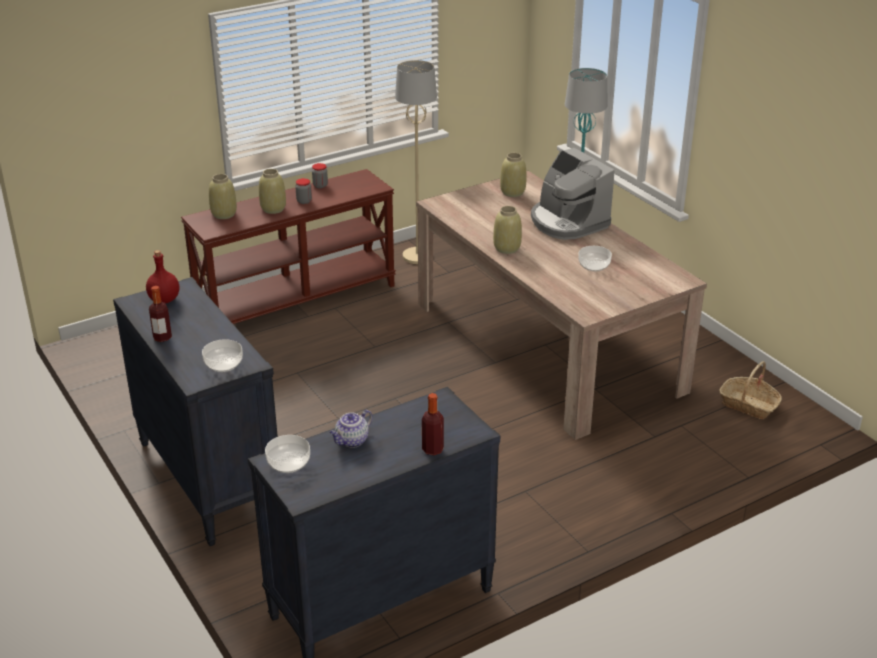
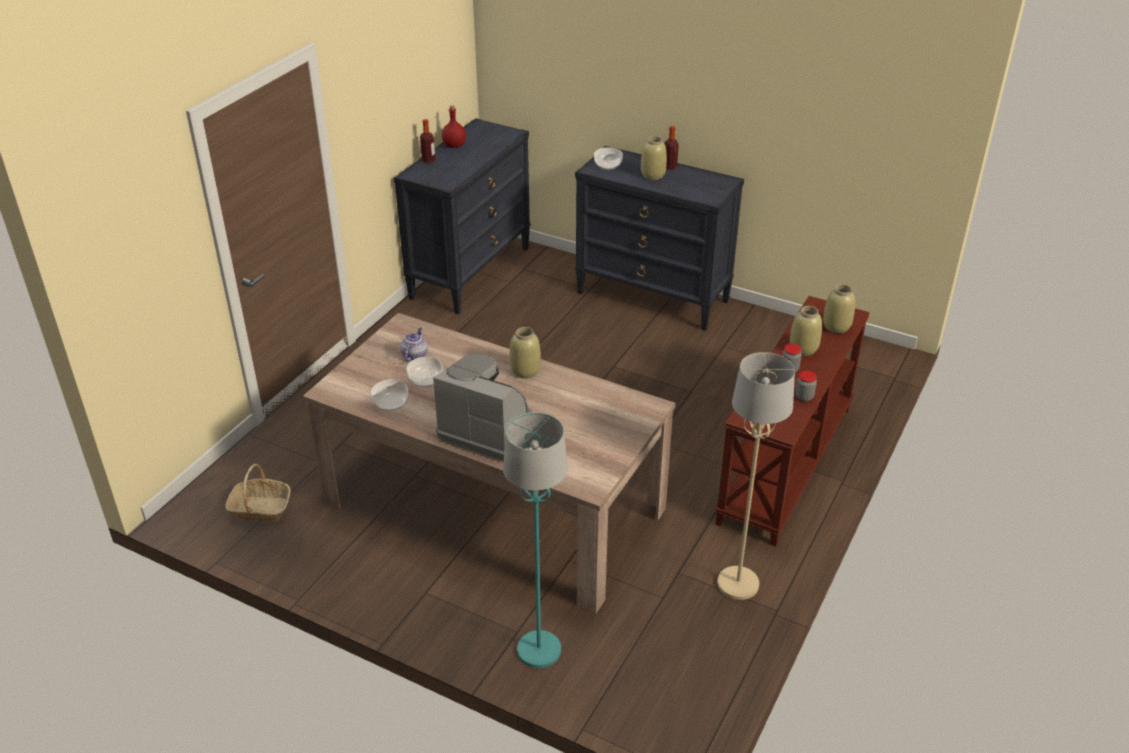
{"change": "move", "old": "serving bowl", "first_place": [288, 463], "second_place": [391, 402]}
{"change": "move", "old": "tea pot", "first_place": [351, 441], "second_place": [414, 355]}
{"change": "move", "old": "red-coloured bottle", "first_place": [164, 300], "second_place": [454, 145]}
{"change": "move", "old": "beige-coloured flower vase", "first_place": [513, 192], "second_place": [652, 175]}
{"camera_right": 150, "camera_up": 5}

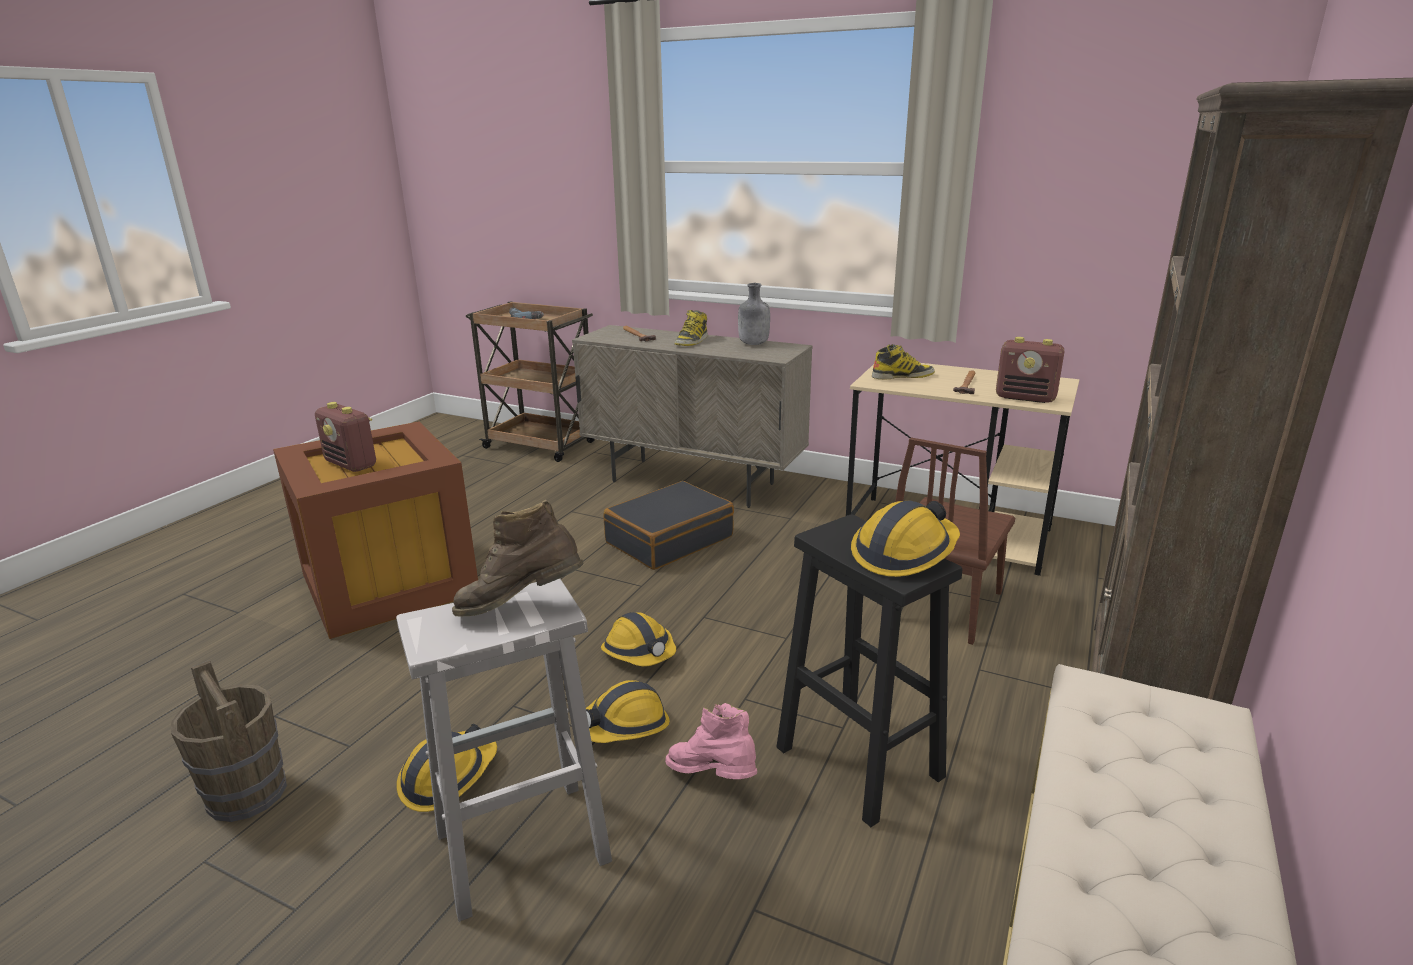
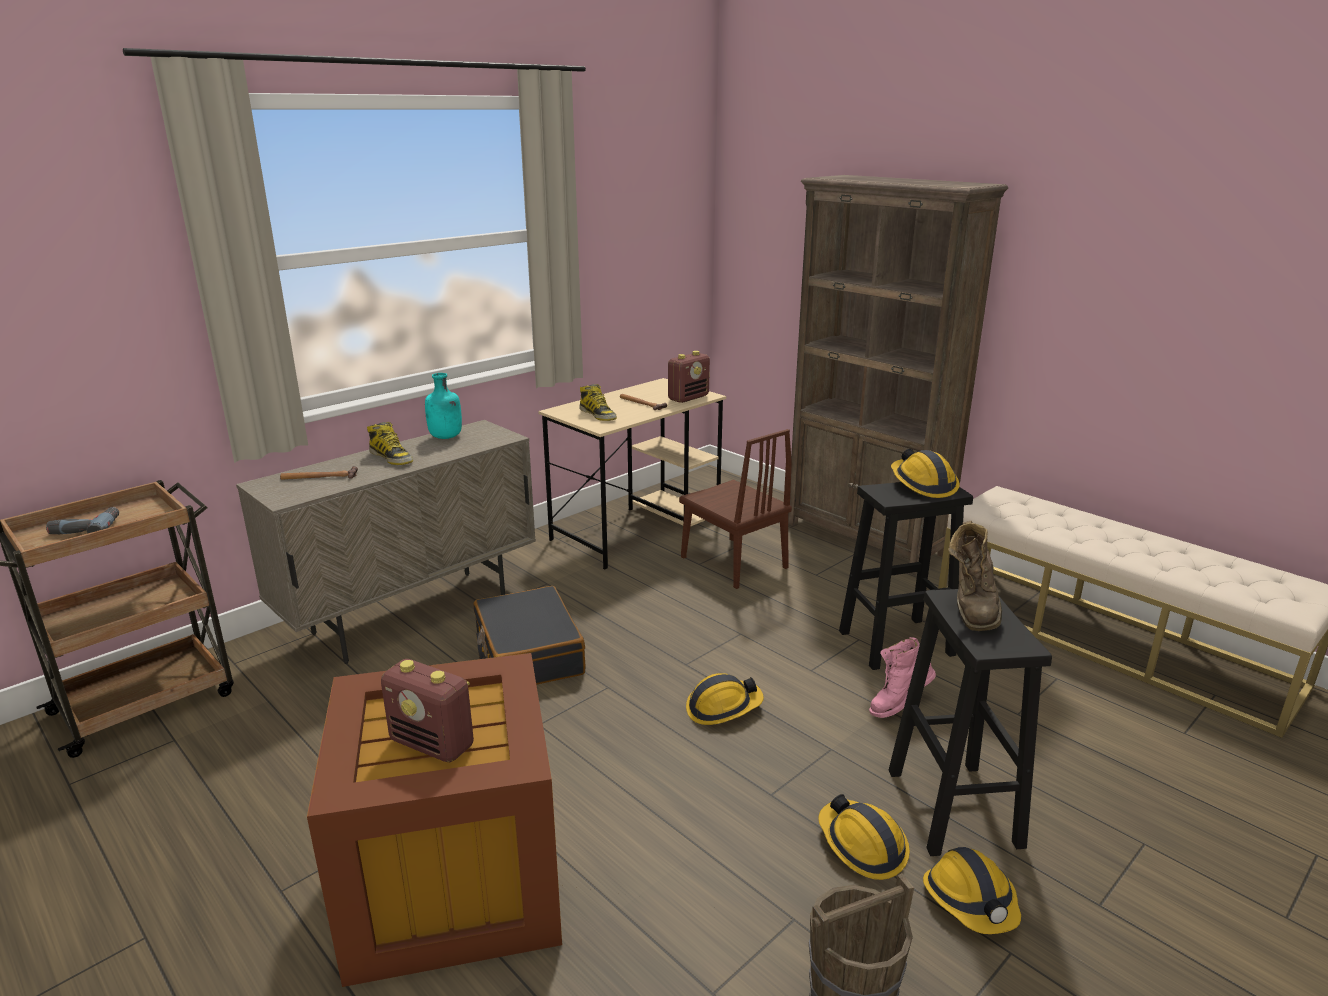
{"change": "rotate", "old": "radio receiver", "first_place": [351, 464], "second_place": [433, 744], "degrees": 60}
{"change": "recolor", "old": "grey bottle", "new": "turquoise-coloured bottle", "first_place": [753, 344], "second_place": [446, 437]}
{"change": "rotate", "old": "high-top boot", "first_place": [902, 376], "second_place": [598, 415], "degrees": 135}
{"change": "recolor", "old": "whitish stool", "new": "black-coloured stool", "first_place": [519, 848], "second_place": [955, 809]}
{"change": "move", "old": "safety helmet", "first_place": [625, 726], "second_place": [970, 901]}
{"camera_right": -70, "camera_up": 0}

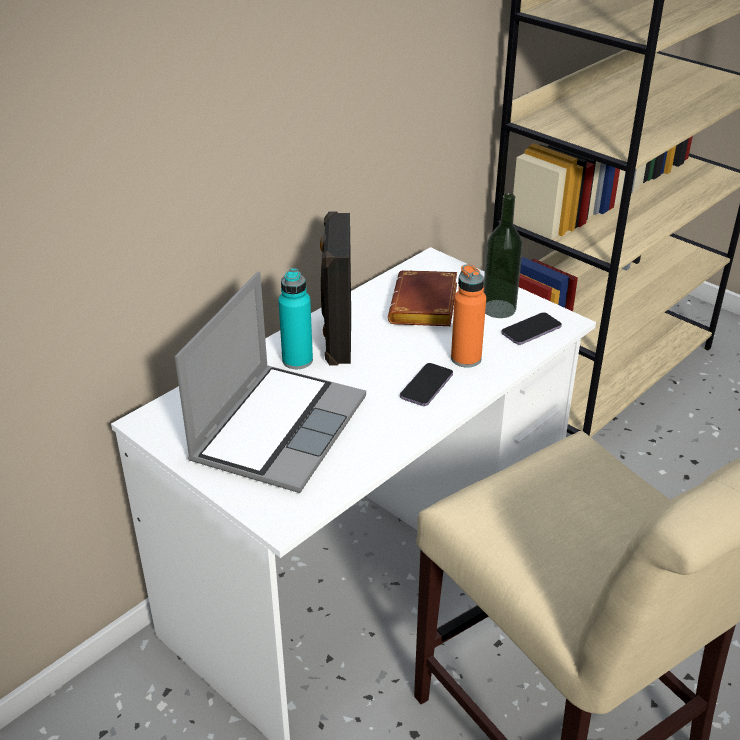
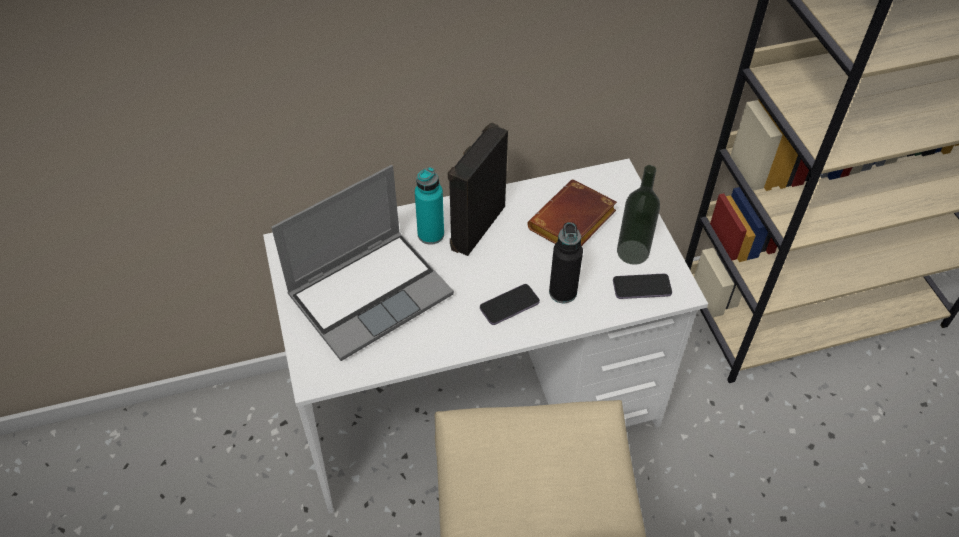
{"change": "recolor", "old": "orangey bottle", "new": "black-coloured bottle", "first_place": [466, 358], "second_place": [562, 292]}
{"camera_right": 30, "camera_up": 15}

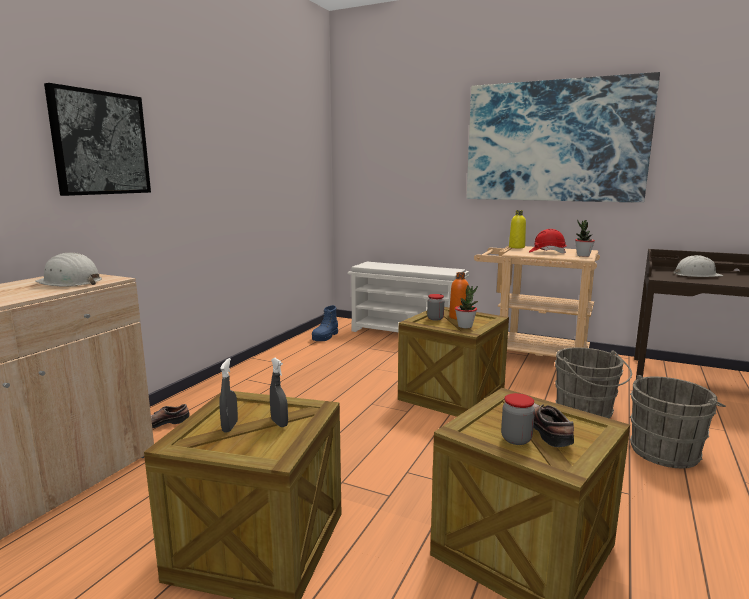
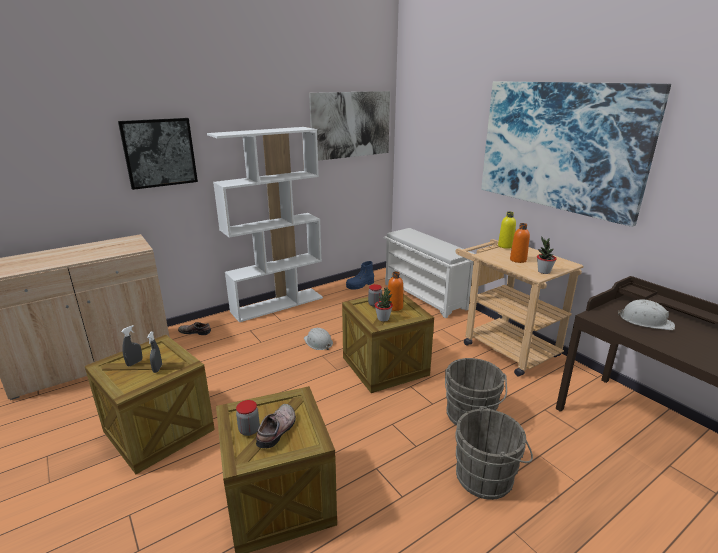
{"change": "insert", "new": "whitish bookshelf", "second_place": [278, 304]}
{"change": "move", "old": "whitish safety helmet", "first_place": [70, 282], "second_place": [318, 342]}
{"change": "insert", "new": "wall picture", "second_place": [351, 125]}
{"change": "replace", "old": "red-coloured safety helmet", "new": "orangey bottle", "first_place": [547, 253], "second_place": [518, 260]}
{"camera_right": 30, "camera_up": 10}

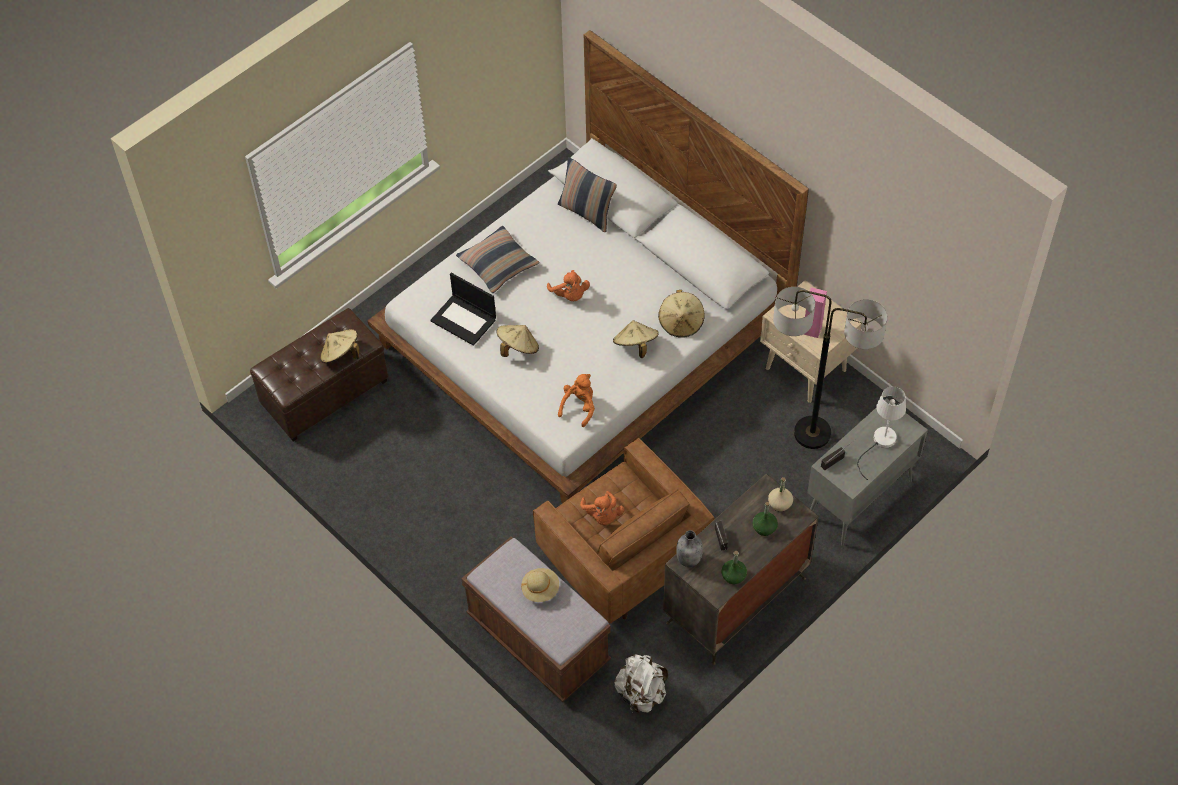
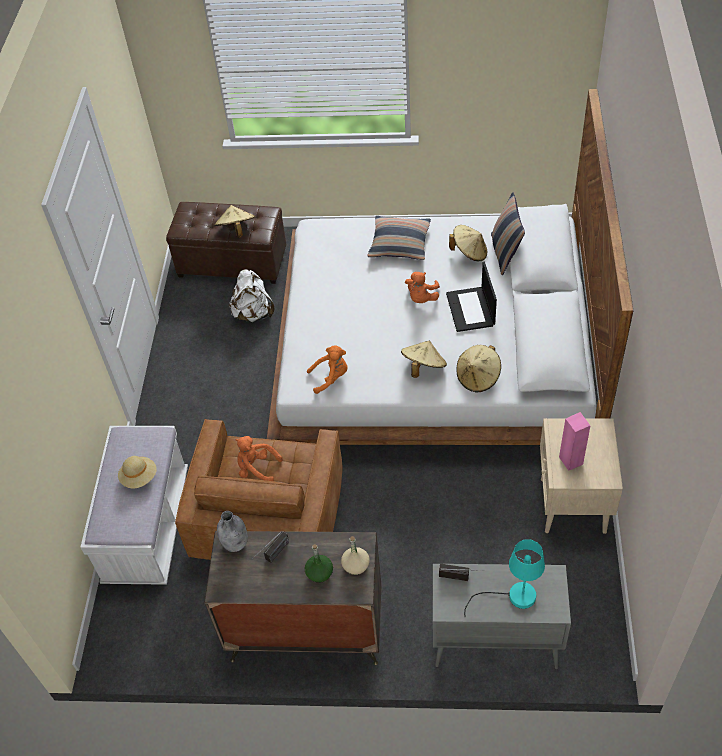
{"change": "recolor", "old": "brown bench", "new": "whitish bench", "first_place": [538, 640], "second_place": [147, 527]}
{"change": "move", "old": "whitish backpack", "first_place": [641, 693], "second_place": [253, 313]}
{"change": "rotate", "old": "orangey cuddly toy", "first_place": [602, 515], "second_place": [257, 469], "degrees": 75}
{"change": "move", "old": "portable computer", "first_place": [464, 320], "second_place": [471, 310]}
{"change": "move", "old": "beige-coloured clothing hat", "first_place": [518, 348], "second_place": [469, 253]}
{"change": "recolor", "old": "whitish table lamp", "new": "turquoise-coloured table lamp", "first_place": [880, 443], "second_place": [513, 597]}
{"change": "delete", "old": "green-coloured bottle", "first_place": [733, 576]}
{"change": "delete", "old": "standing lamp", "first_place": [812, 433]}
{"camera_right": 50, "camera_up": -5}

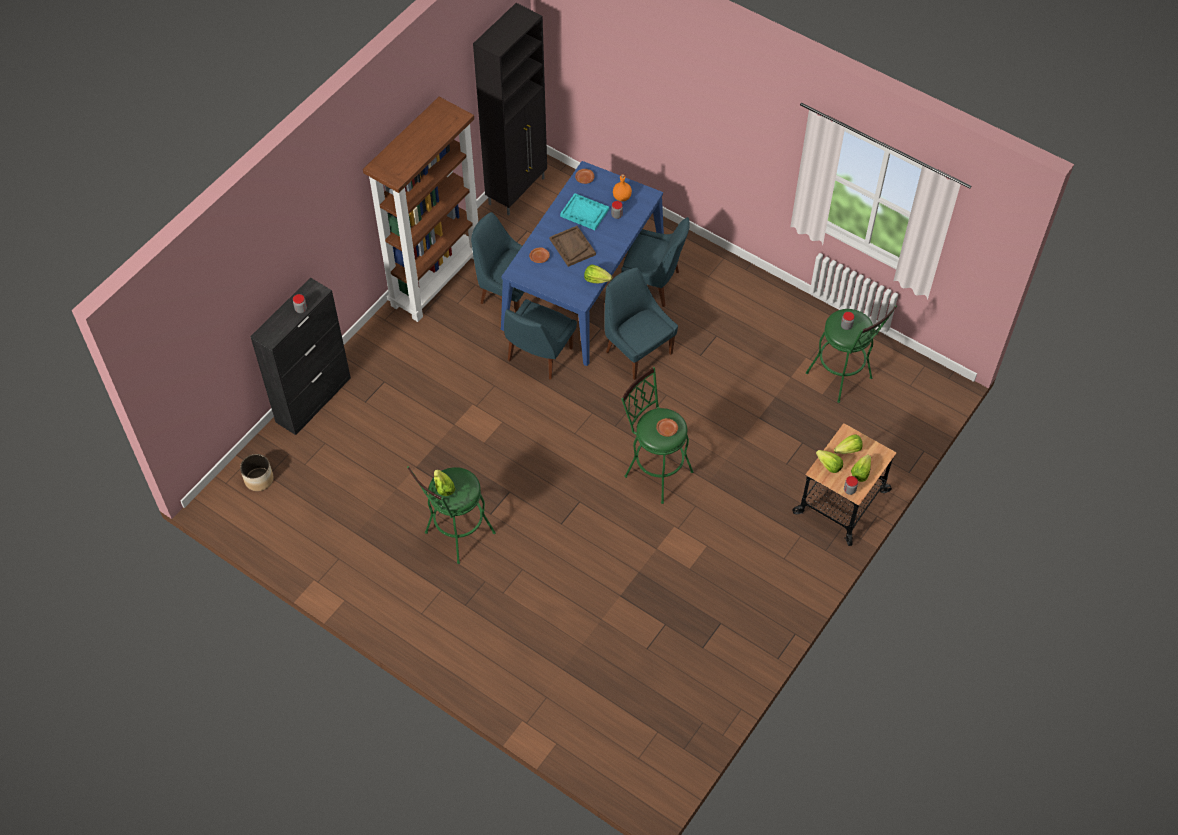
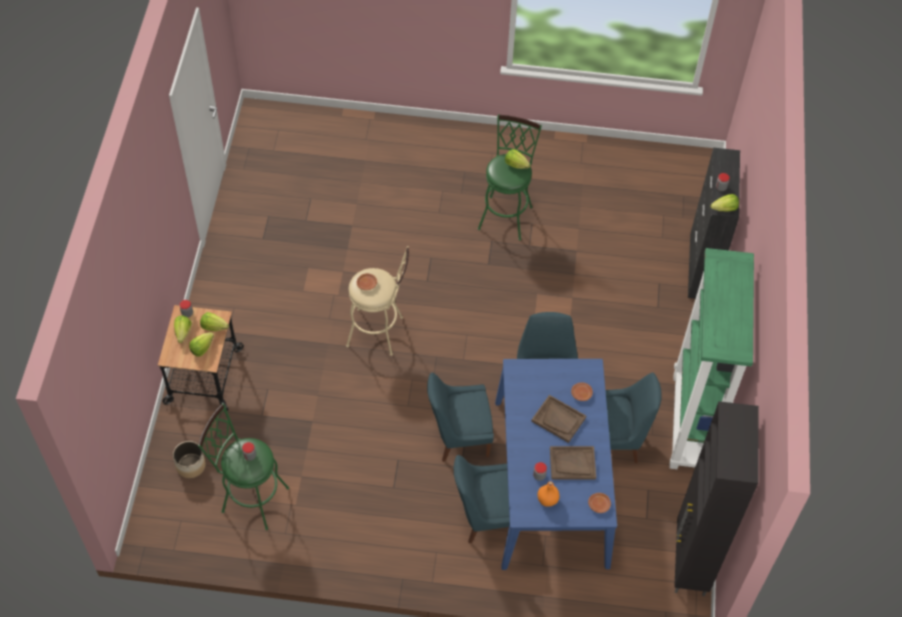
{"change": "move", "old": "flower pot", "first_place": [258, 479], "second_place": [191, 465]}
{"change": "recolor", "old": "green-coloured stool", "new": "beige-coloured stool", "first_place": [654, 470], "second_place": [380, 333]}
{"change": "rotate", "old": "blue-coloured upright chair", "first_place": [637, 351], "second_place": [459, 436], "degrees": 150}
{"change": "recolor", "old": "turquoise-coloured tray", "new": "brown tray", "first_place": [584, 212], "second_place": [572, 463]}
{"change": "recolor", "old": "brown bookshelf", "new": "green-coloured bookshelf", "first_place": [436, 279], "second_place": [690, 423]}
{"change": "move", "old": "head of lettuce", "first_place": [596, 279], "second_place": [724, 209]}
{"camera_right": 150, "camera_up": 0}

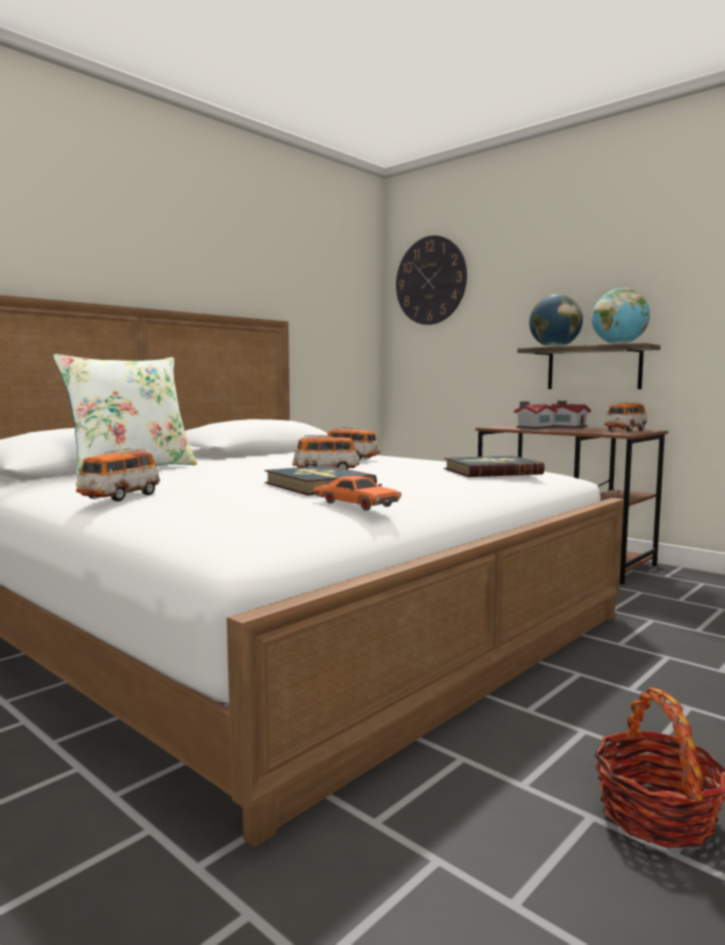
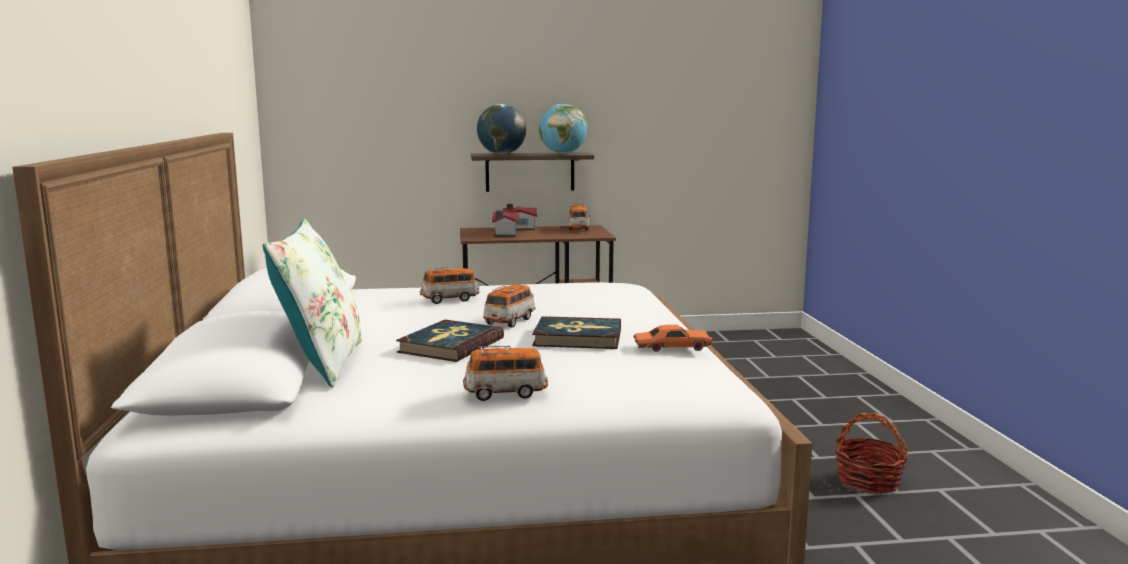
{"change": "move", "old": "book", "first_place": [491, 471], "second_place": [450, 345]}
{"change": "rotate", "old": "miniature car", "first_place": [120, 497], "second_place": [506, 393], "degrees": -75}
{"change": "delete", "old": "clock on the wall", "first_place": [430, 280]}
{"camera_right": -50, "camera_up": 5}

